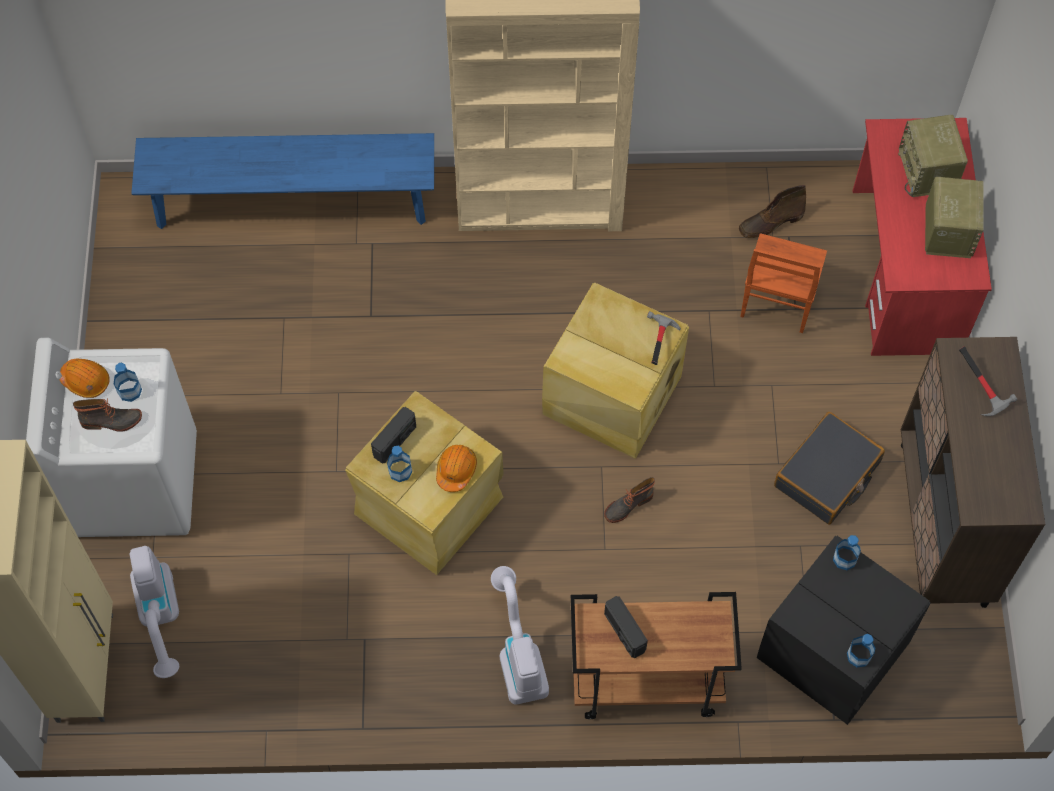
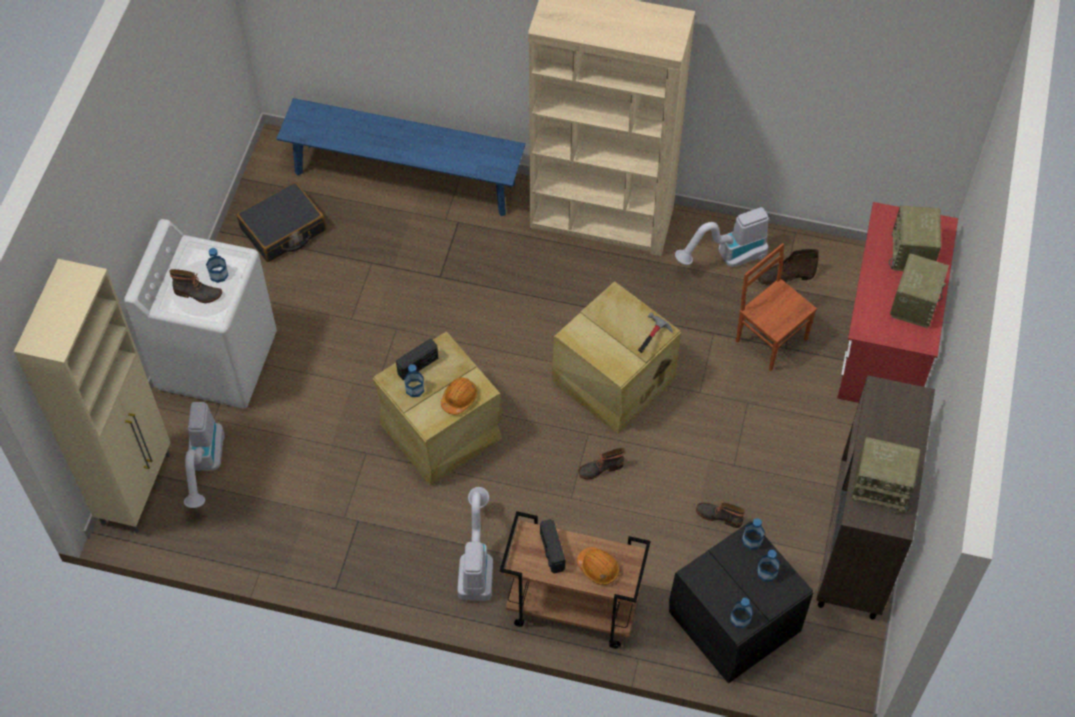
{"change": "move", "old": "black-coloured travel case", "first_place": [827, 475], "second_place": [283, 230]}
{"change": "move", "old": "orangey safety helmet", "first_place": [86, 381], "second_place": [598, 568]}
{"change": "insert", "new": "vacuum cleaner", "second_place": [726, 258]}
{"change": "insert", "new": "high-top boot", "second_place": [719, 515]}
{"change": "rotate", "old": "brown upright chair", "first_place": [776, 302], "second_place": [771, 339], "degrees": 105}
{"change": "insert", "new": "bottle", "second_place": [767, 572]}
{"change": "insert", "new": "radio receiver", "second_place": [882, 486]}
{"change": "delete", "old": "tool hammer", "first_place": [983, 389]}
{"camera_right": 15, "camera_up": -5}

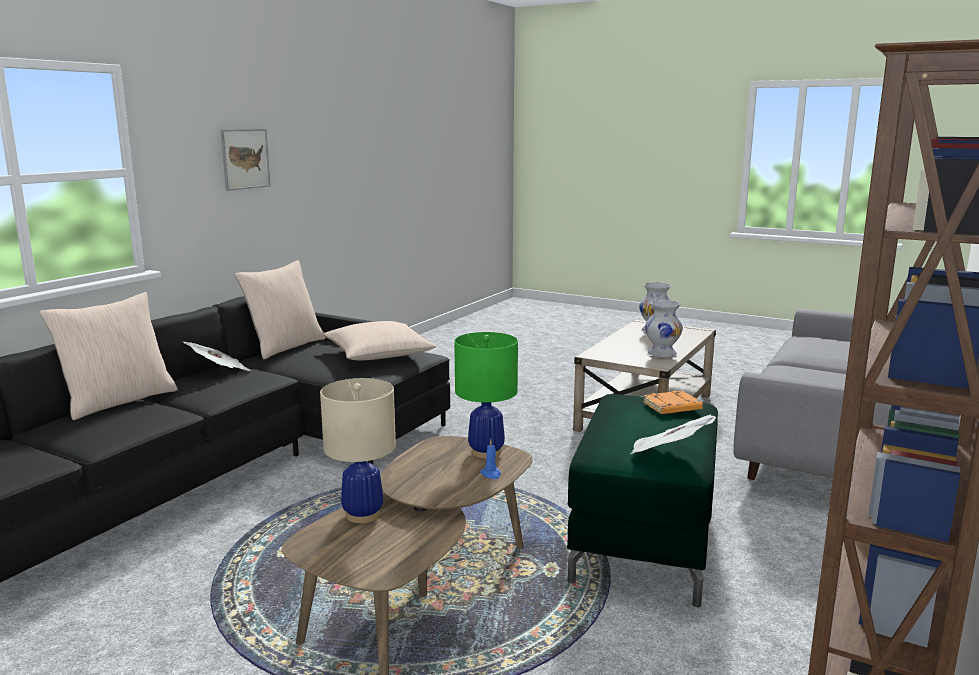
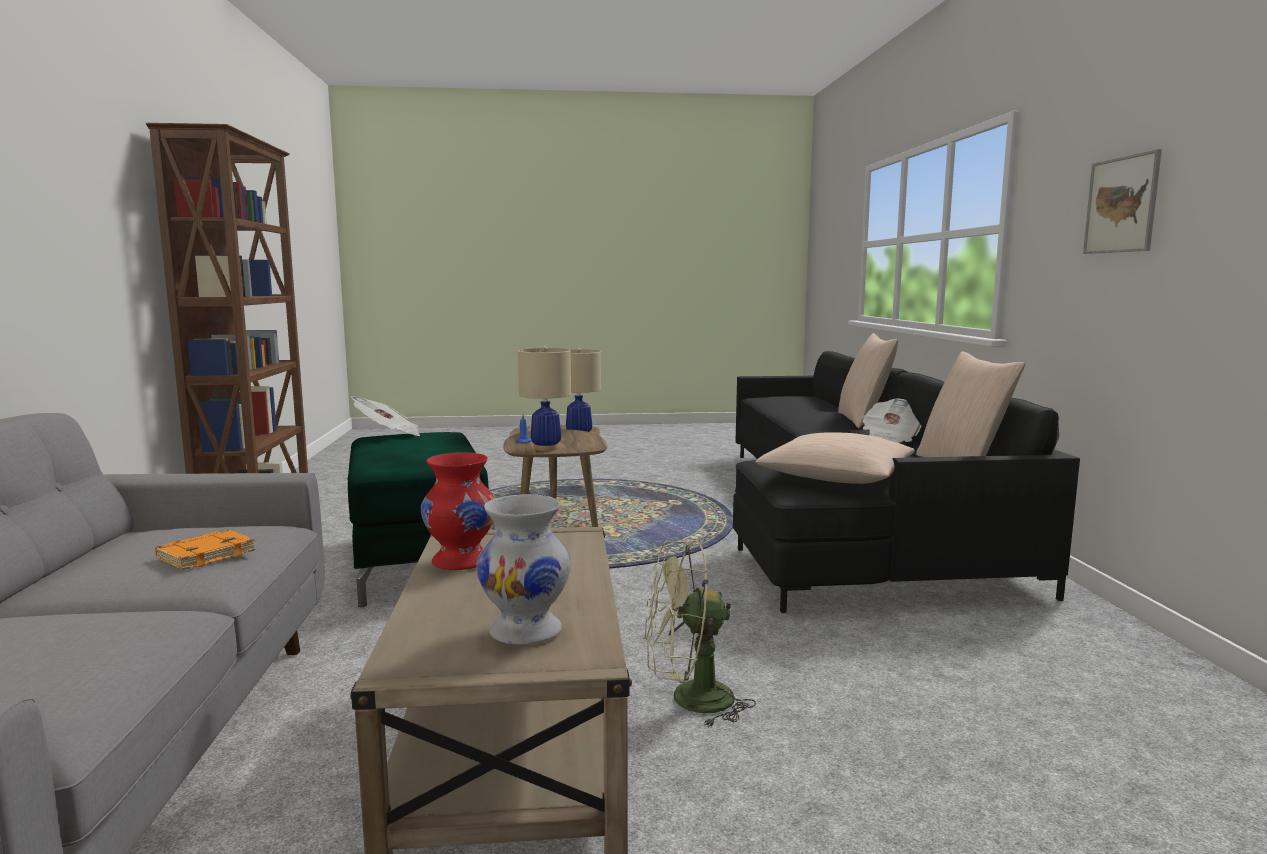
{"change": "move", "old": "orangey book", "first_place": [672, 407], "second_place": [206, 555]}
{"change": "recolor", "old": "whitish flower vase", "new": "red-coloured flower vase", "first_place": [662, 354], "second_place": [461, 562]}
{"change": "recolor", "old": "green-coloured table lamp", "new": "beige-coloured table lamp", "first_place": [486, 452], "second_place": [545, 448]}
{"change": "insert", "new": "green-coloured fan", "second_place": [689, 701]}
{"camera_right": 145, "camera_up": -5}

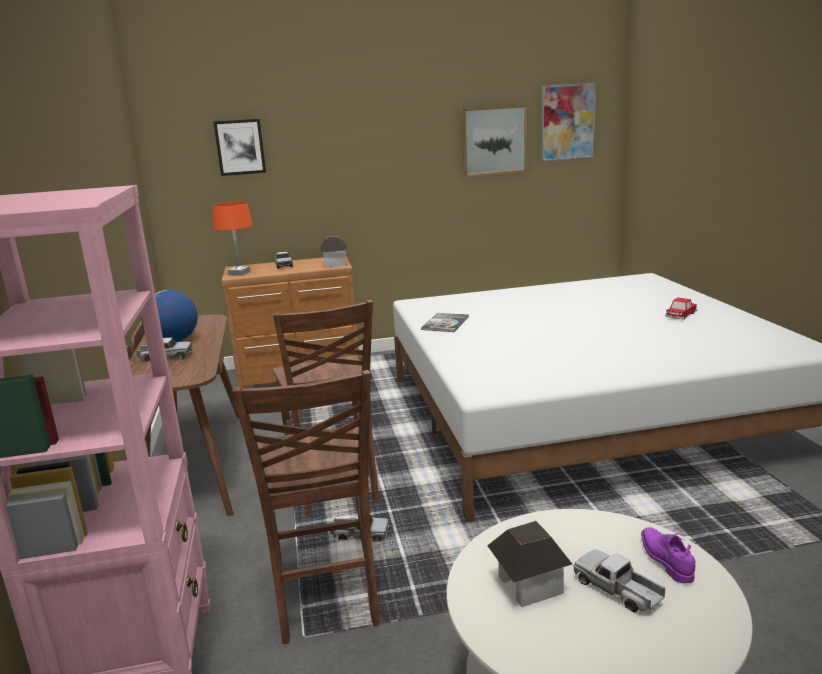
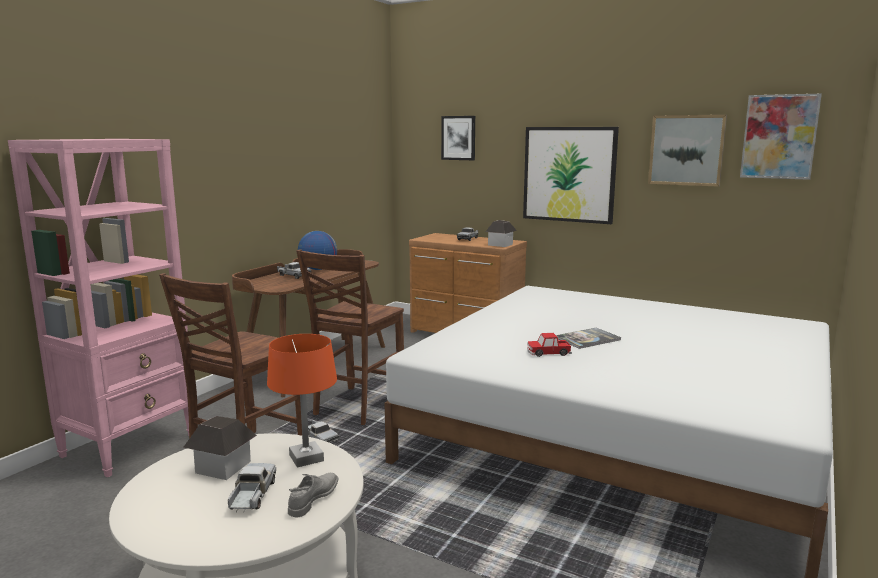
{"change": "move", "old": "orangey table lamp", "first_place": [239, 273], "second_place": [306, 458]}
{"change": "recolor", "old": "purple-coloured item of footwear", "new": "grey item of footwear", "first_place": [665, 560], "second_place": [313, 499]}
{"change": "insert", "new": "wall picture", "second_place": [569, 174]}
{"change": "move", "old": "miniature car", "first_place": [680, 315], "second_place": [548, 353]}
{"change": "move", "old": "book", "first_place": [445, 323], "second_place": [588, 339]}
{"camera_right": 40, "camera_up": -5}

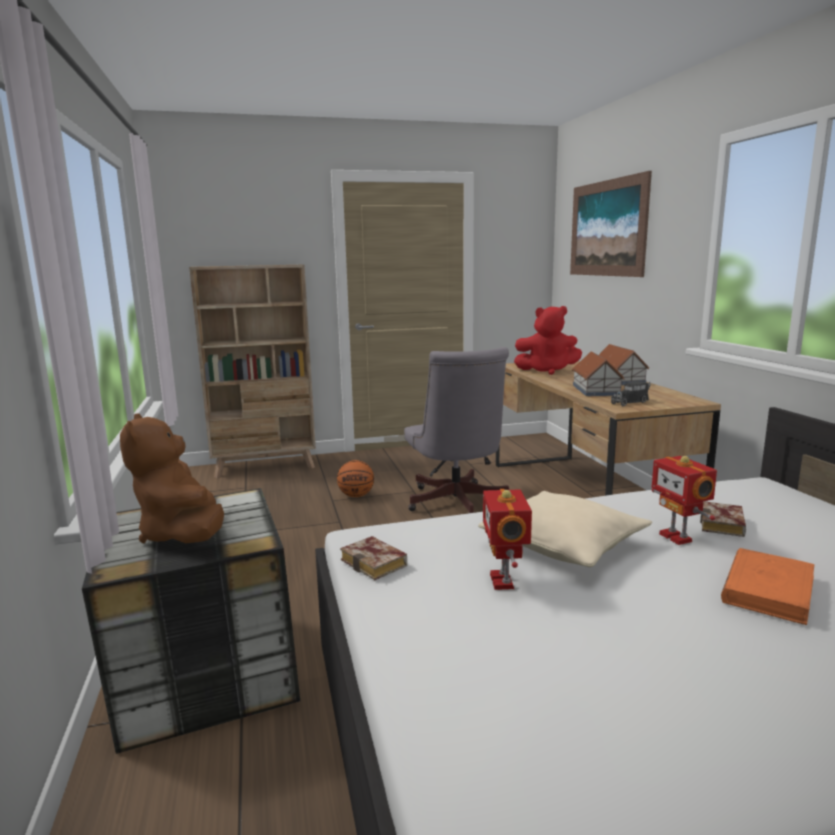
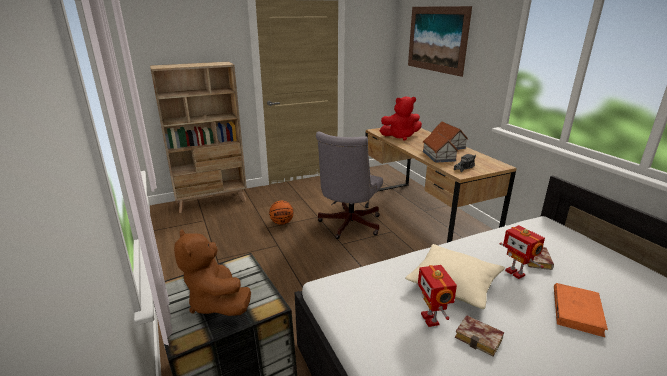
{"change": "rotate", "old": "grey computer chair", "first_place": [456, 504], "second_place": [348, 226], "degrees": 45}
{"change": "move", "old": "book", "first_place": [376, 564], "second_place": [480, 338]}
{"camera_right": -10, "camera_up": 10}

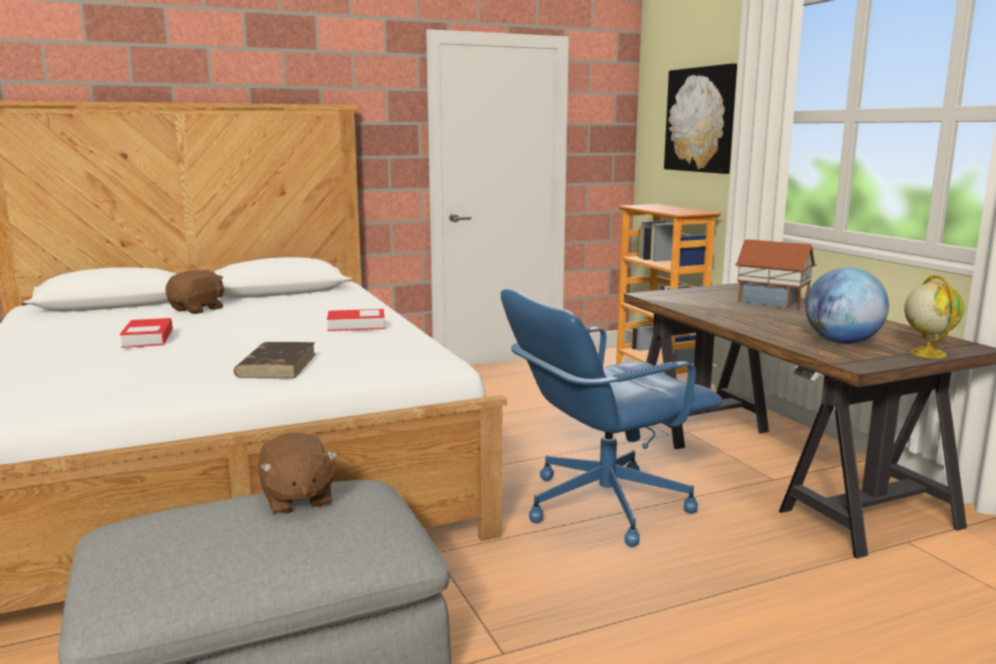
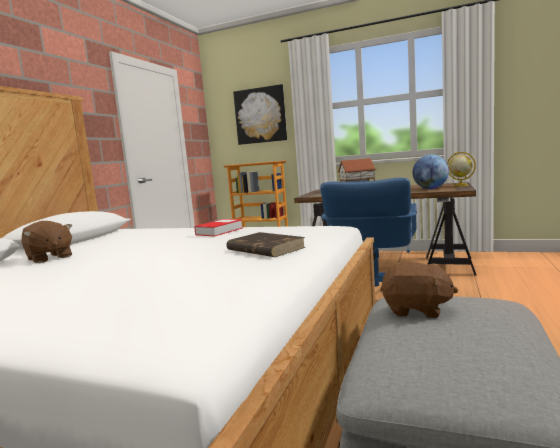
{"change": "rotate", "old": "brown cuddly toy", "first_place": [198, 309], "second_place": [49, 258], "degrees": 150}
{"change": "delete", "old": "book", "first_place": [148, 338]}
{"camera_right": -45, "camera_up": -5}

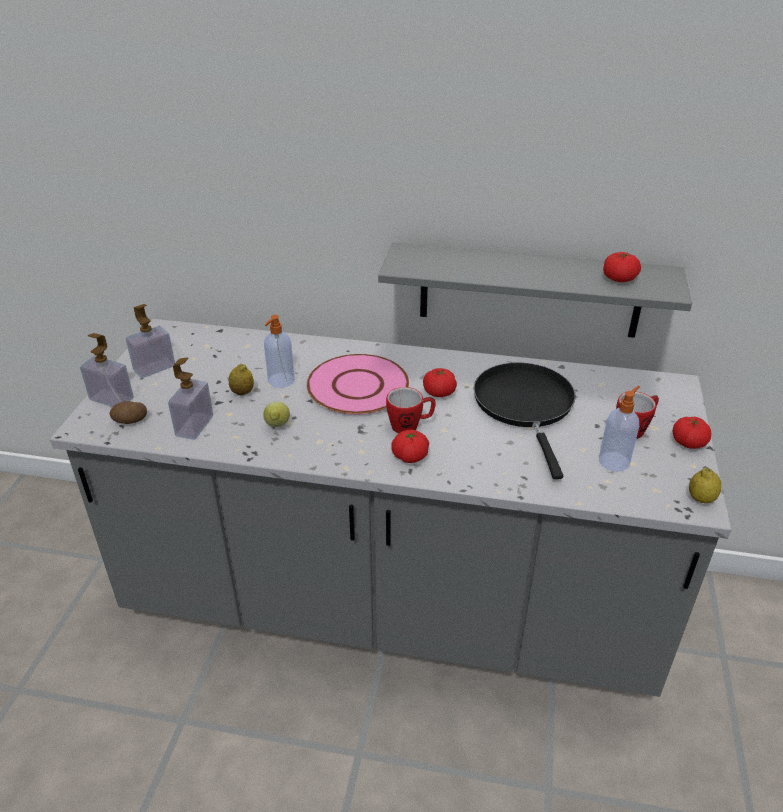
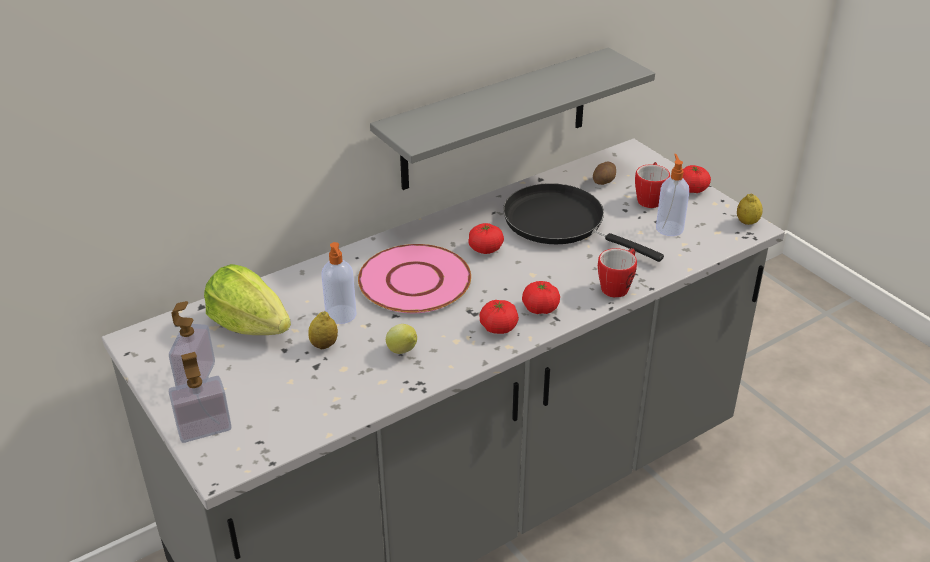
{"change": "insert", "new": "head of lettuce", "second_place": [250, 325]}
{"change": "move", "old": "fresh tomato", "first_place": [619, 279], "second_place": [498, 327]}
{"change": "move", "old": "spud", "first_place": [130, 421], "second_place": [604, 181]}
{"change": "move", "old": "coffee mug", "first_place": [410, 426], "second_place": [618, 286]}
{"change": "delete", "old": "soap bottle", "first_place": [194, 426]}
{"camera_right": -45, "camera_up": 0}

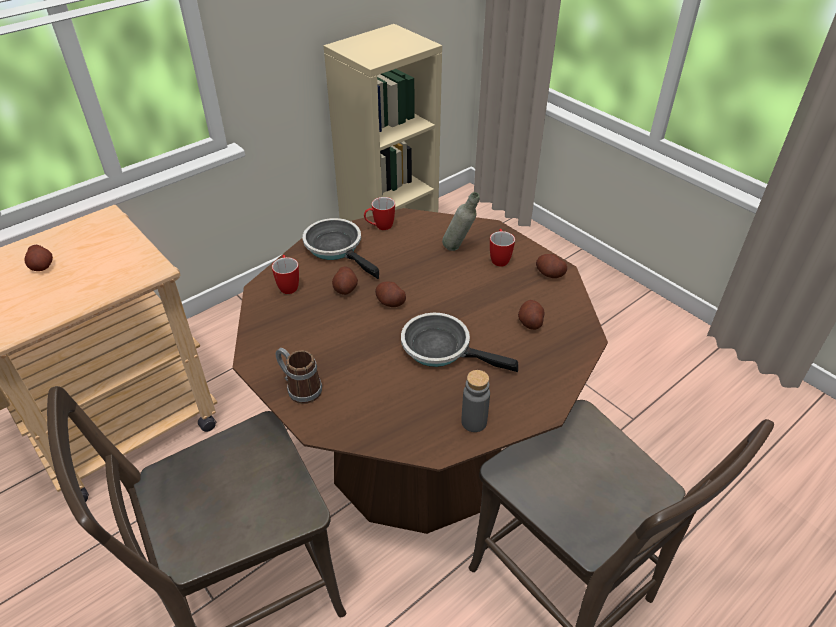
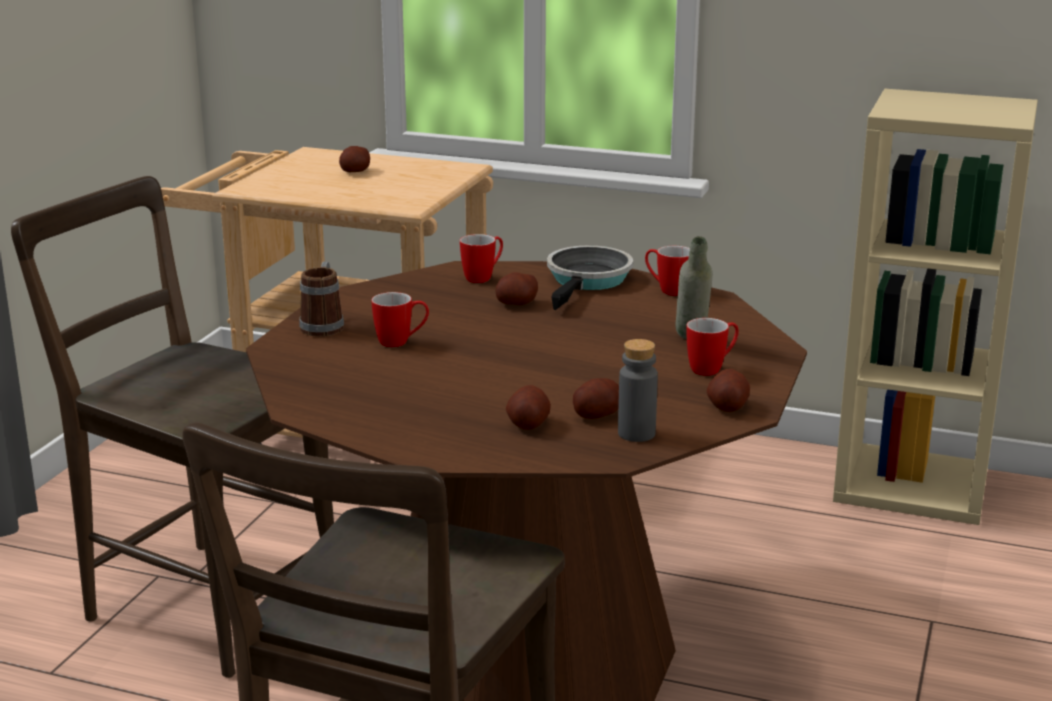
{"change": "insert", "new": "coffee mug", "second_place": [401, 342]}
{"change": "move", "old": "spud", "first_place": [390, 302], "second_place": [528, 424]}
{"change": "move", "old": "grey bottle", "first_place": [474, 422], "second_place": [636, 433]}
{"change": "delete", "old": "pan", "first_place": [441, 348]}
{"camera_right": 60, "camera_up": -20}

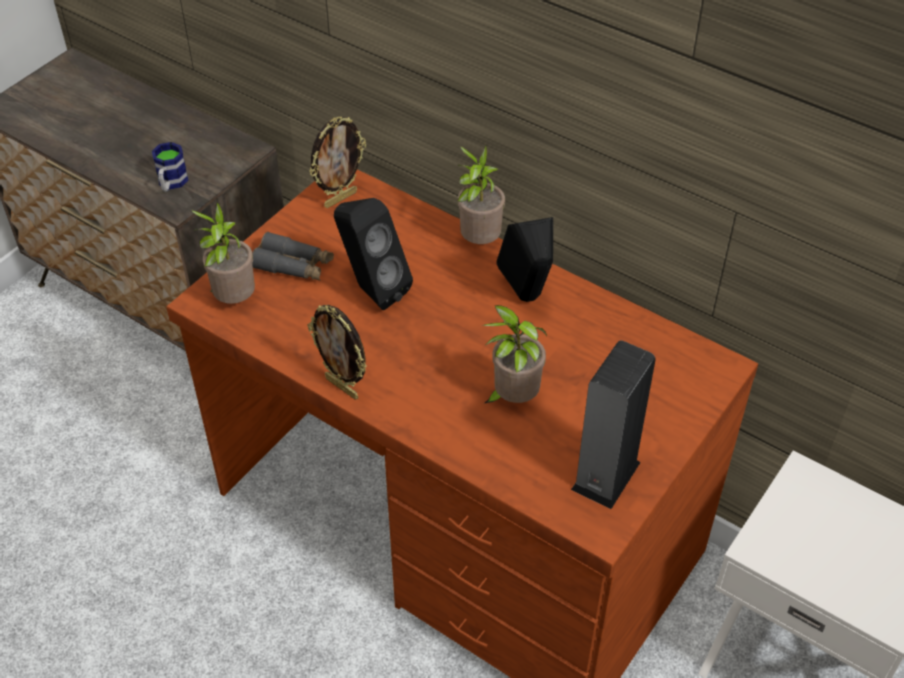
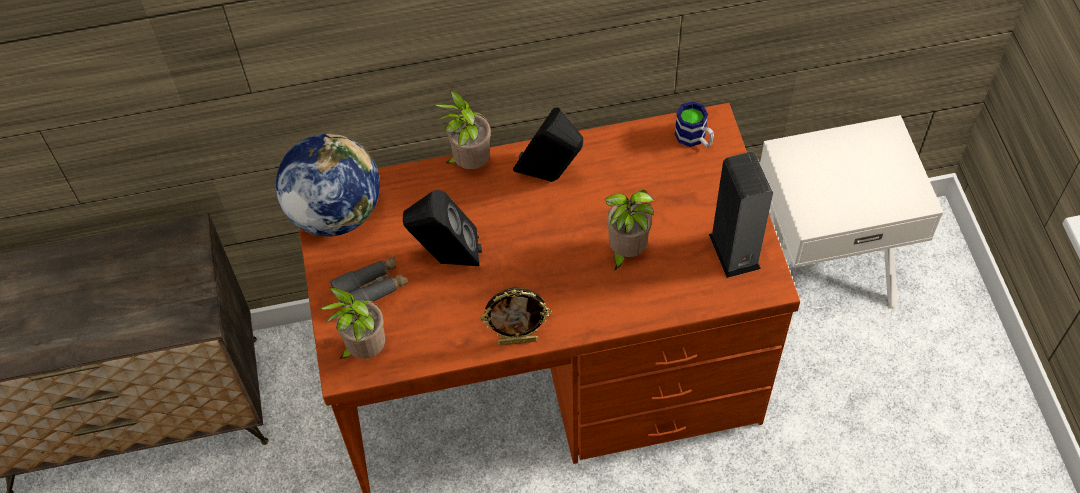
{"change": "replace", "old": "photo frame", "new": "desk globe", "first_place": [340, 198], "second_place": [335, 212]}
{"change": "move", "old": "coffee mug", "first_place": [171, 183], "second_place": [694, 138]}
{"camera_right": -45, "camera_up": 10}

